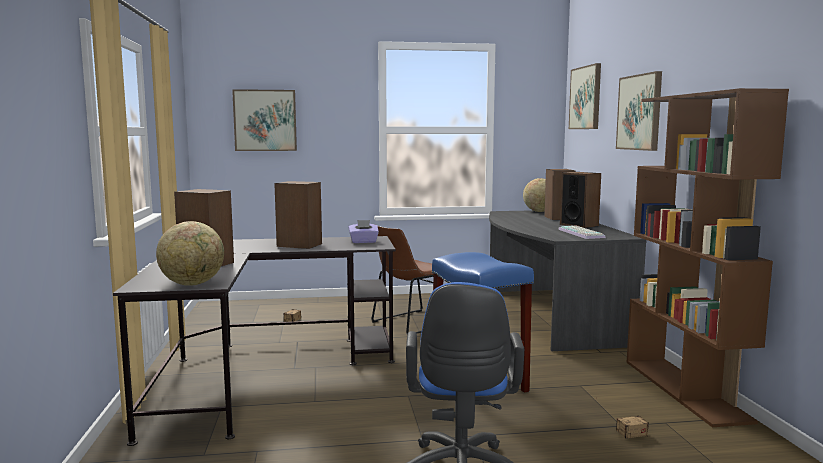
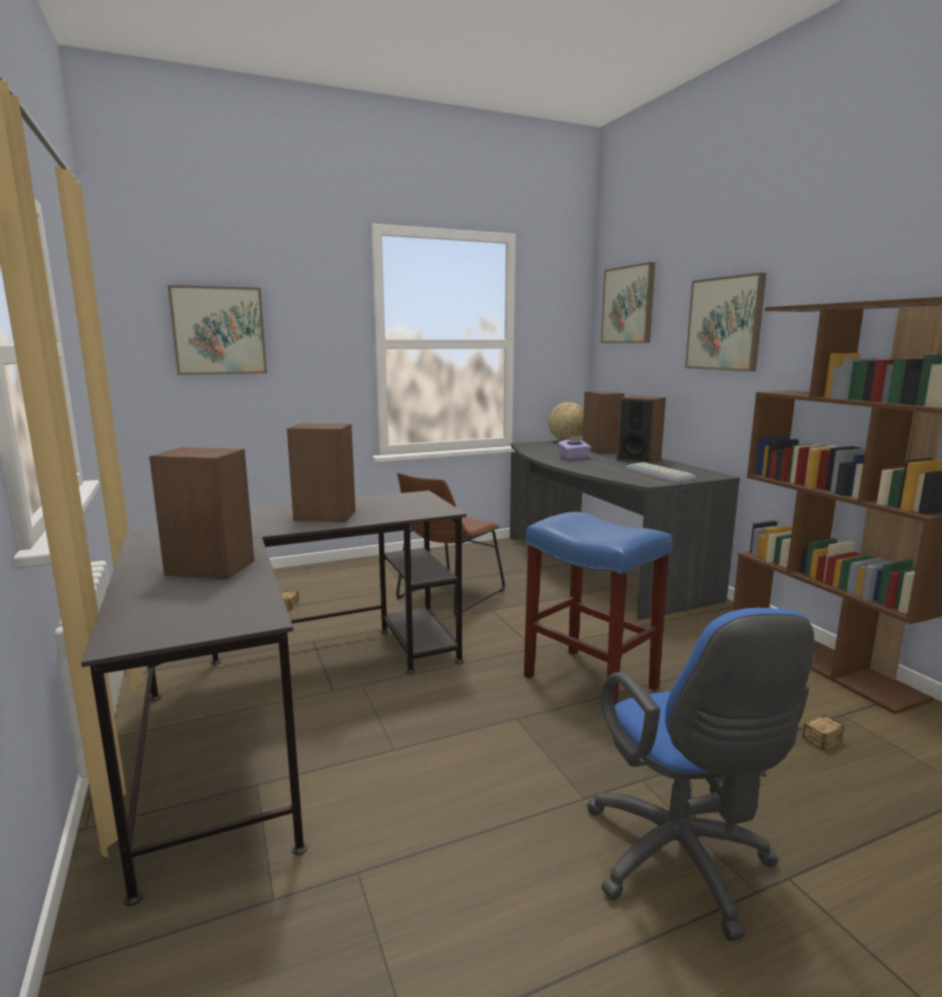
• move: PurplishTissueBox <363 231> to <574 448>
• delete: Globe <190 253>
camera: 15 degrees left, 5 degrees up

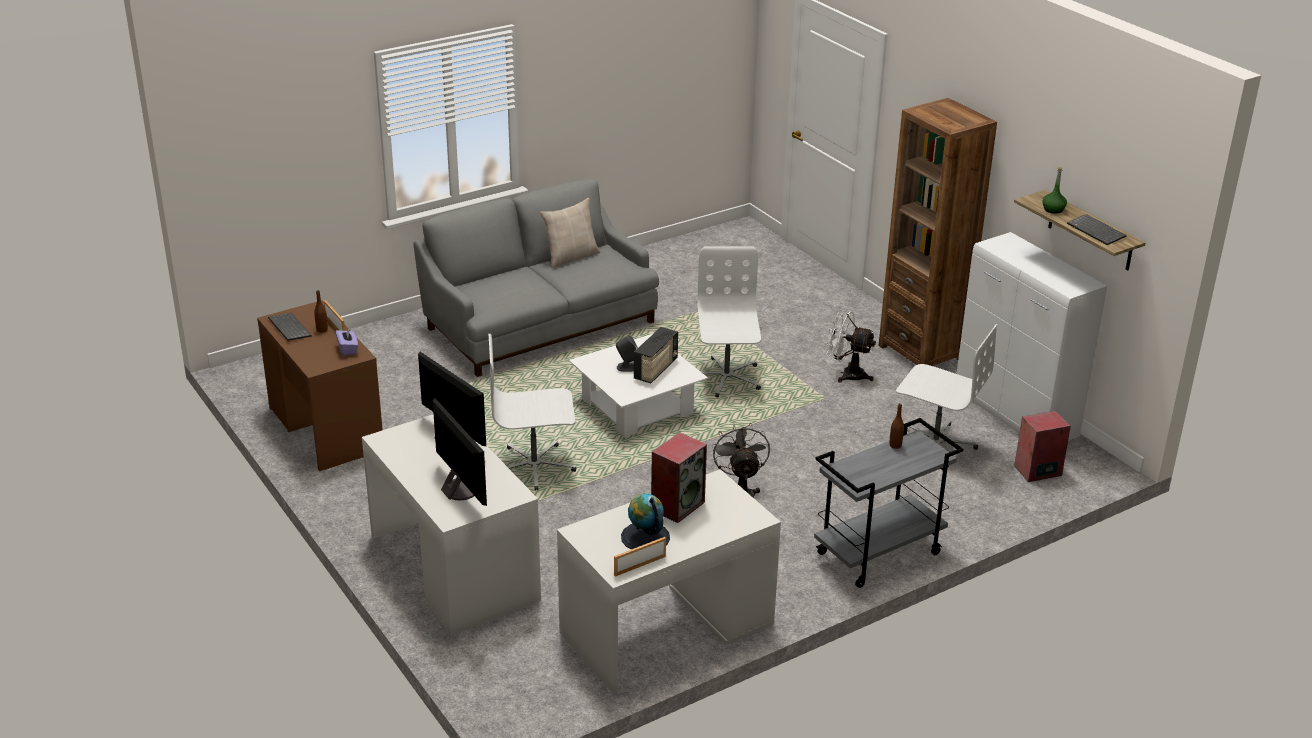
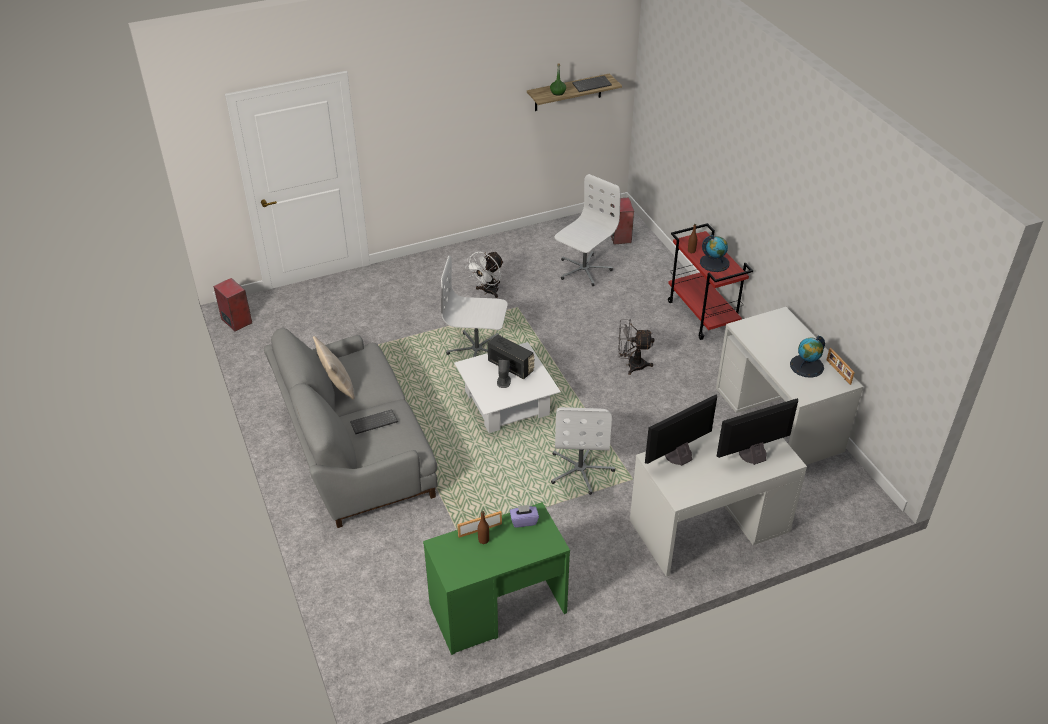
• delete: BrownShelvingUnit <938 232>
• delete: WhiteColouredCupboard <1031 336>
• recolor: BrownDeskTable <320 385> to GreenishDeskTable <496 578>
• move: Keyboard <289 327> to <374 421>
• recolor: GrayWheeledCart <888 503> to RedWheeledCart <710 281>
• move: AudioSpeaker <679 477> to <232 304>
• insert: Globe <715 253>
camera: 80 degrees left, 10 degrees up

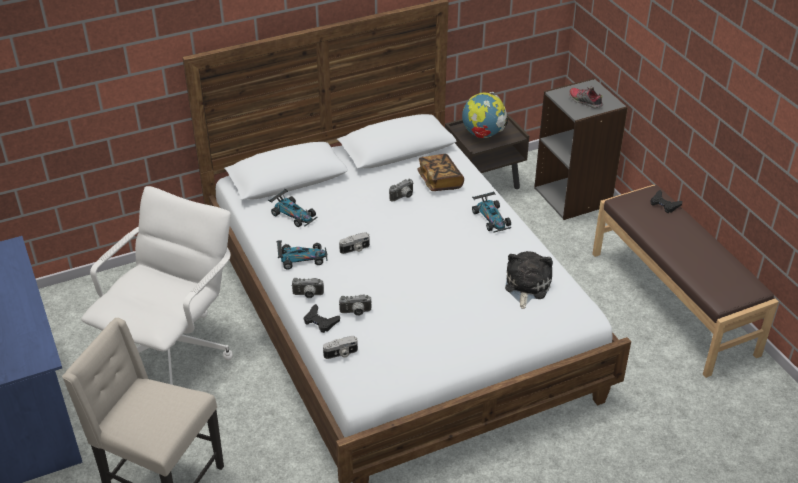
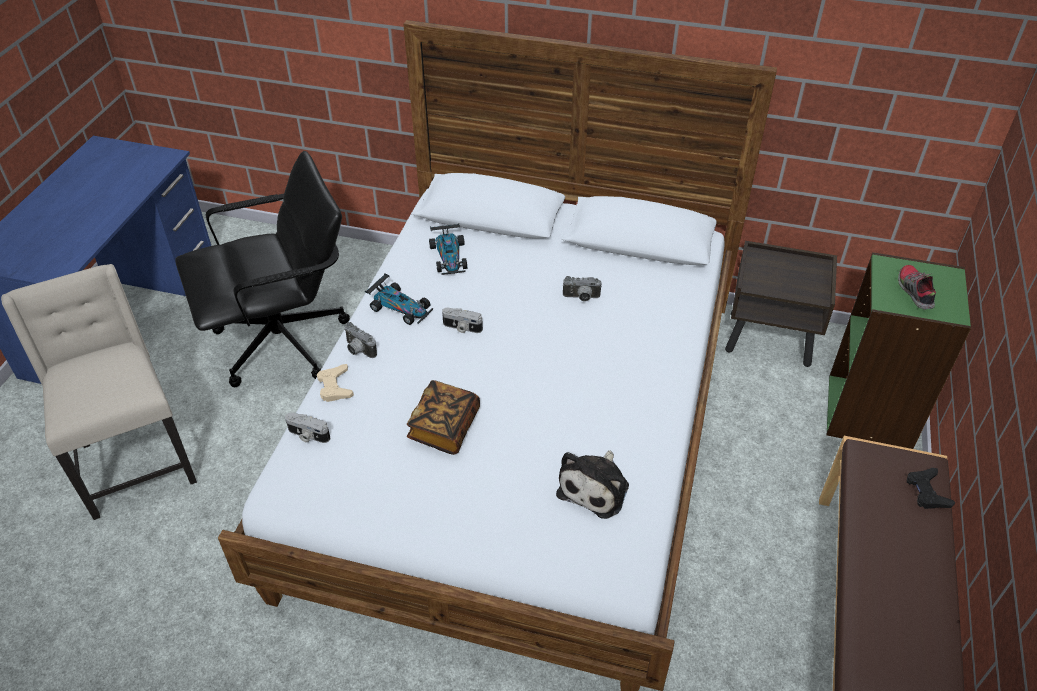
• recolor: GrayShelvingUnit <581 149> to GreenishShelvingUnit <898 350>
• delete: Globe <485 115>
• move: BoundBook <440 172> to <443 417>
• recolor: WhiteColouredDeskChair <157 285> to BlackColouredDeskChair <262 269>
• delete: ModelCar <491 211>
• rotate: CuddlyToy <529 280> = <592 484> 150 degrees clockwise
• delete: PhotoCamera <355 305>
• recolor: BlackColouredJoypad <322 318> to SandColouredJoypad <335 383>
camera: 40 degrees right, 5 degrees up

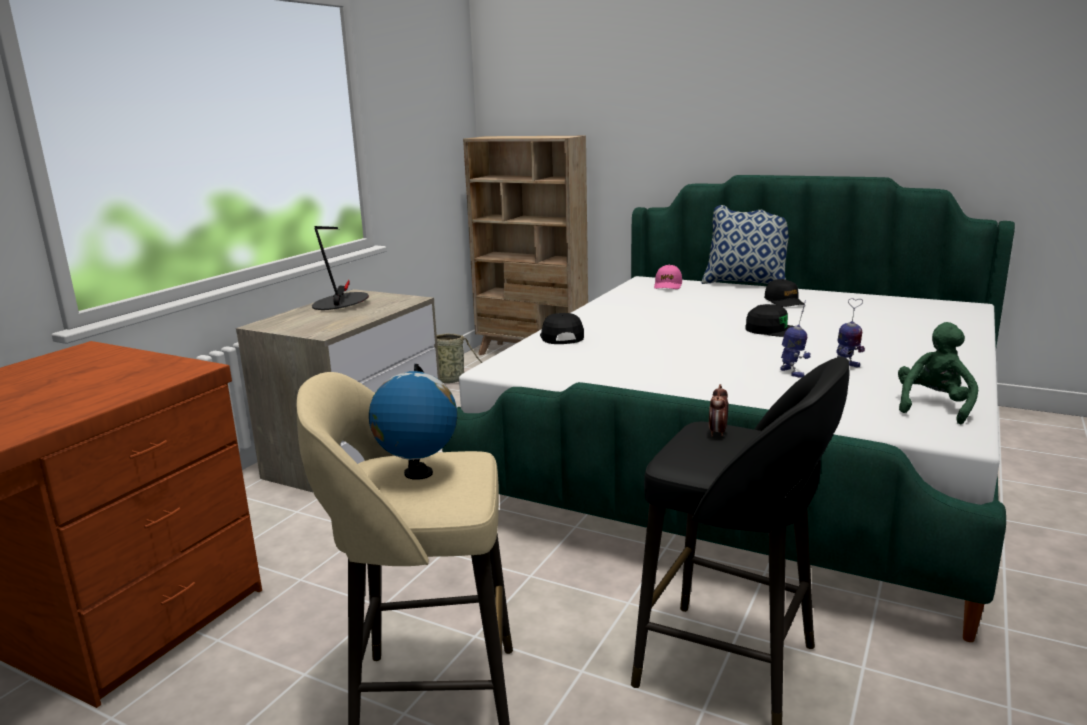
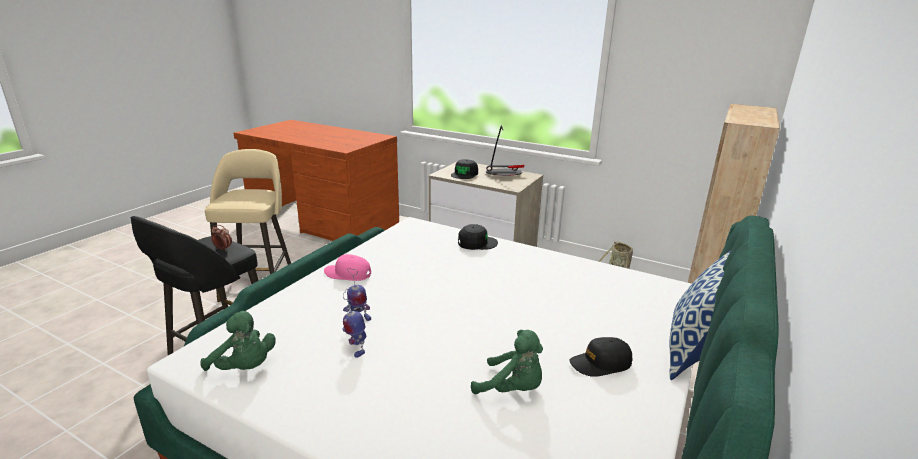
• move: PinkishBaseballCap <668 277> to <347 267>
• move: BlackColouredBaseballCap <769 320> to <464 169>
• delete: Globe <413 422>
• insert: GreenishCuddlyToy <507 362>
camera: 90 degrees right, 5 degrees up

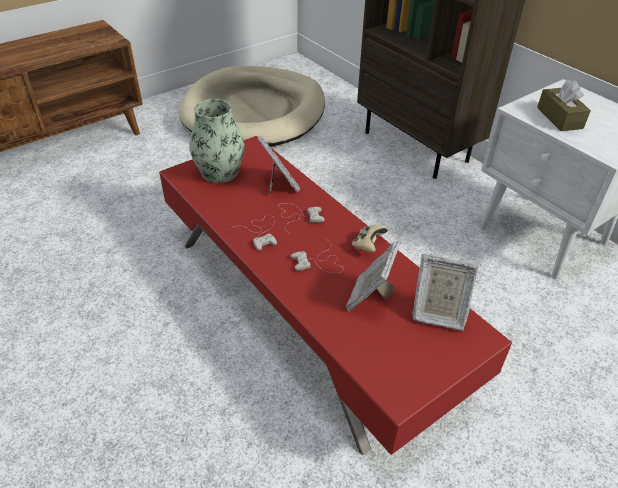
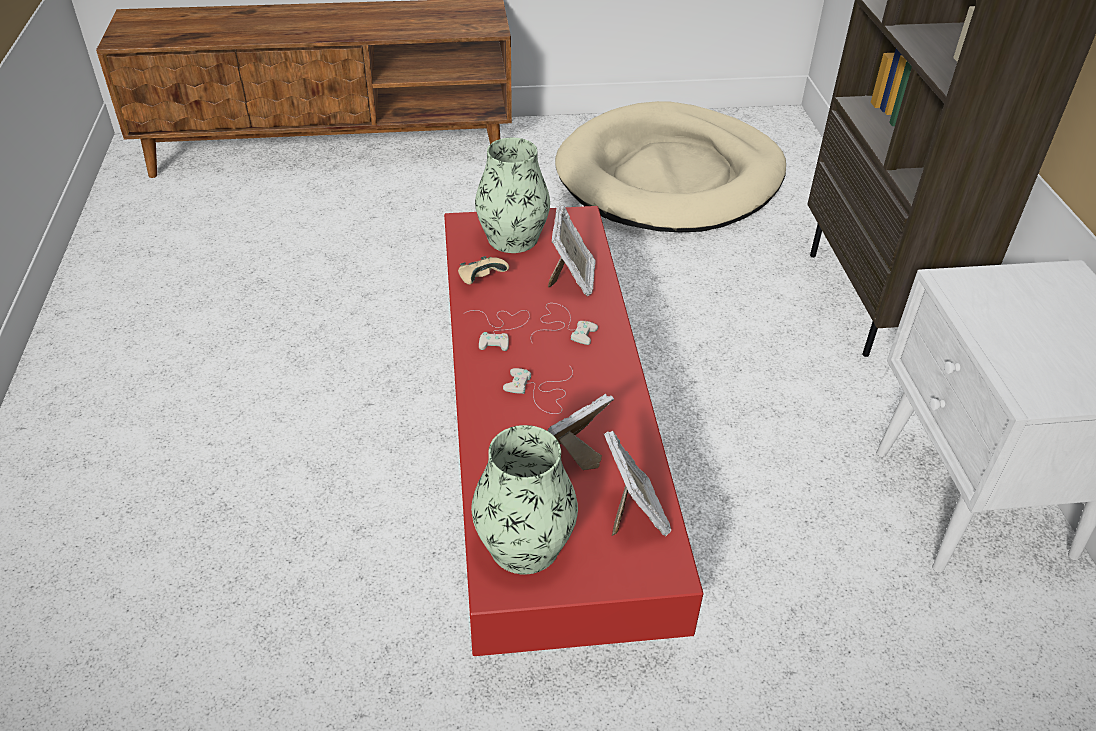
• delete: BrownTissueBox <564 105>
• move: SandColouredJoypad <370 239> to <483 270>
• rotate: StandingFrame <445 292> = <637 484> 150 degrees counterclockwise
• insert: FlowerVase <524 499>
camera: 30 degrees right, 0 degrees up

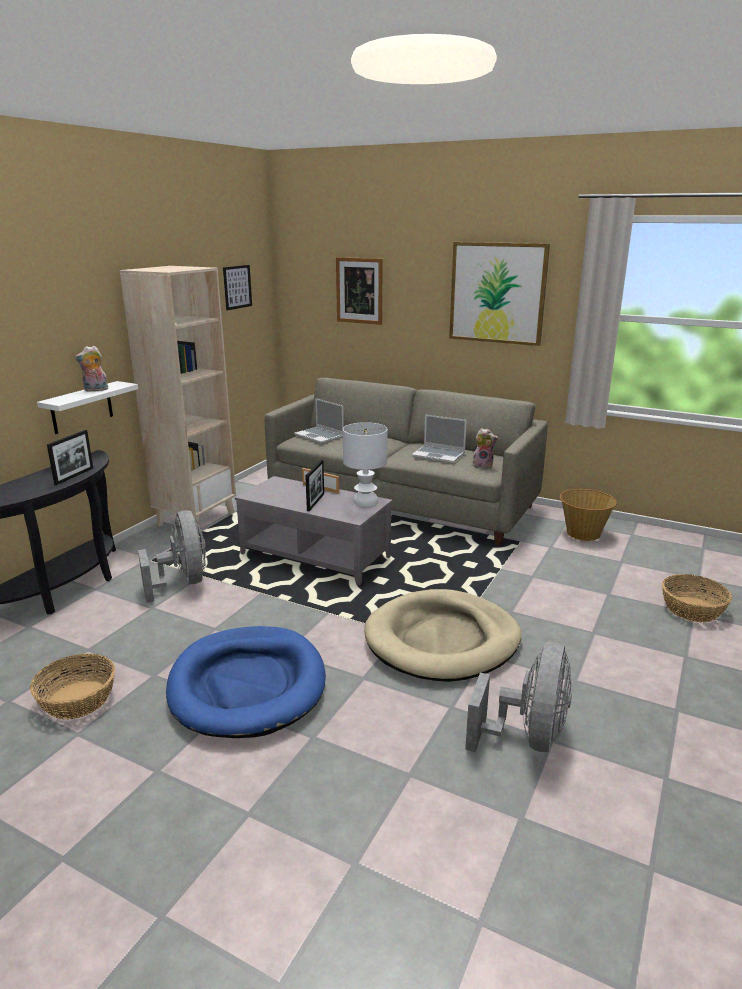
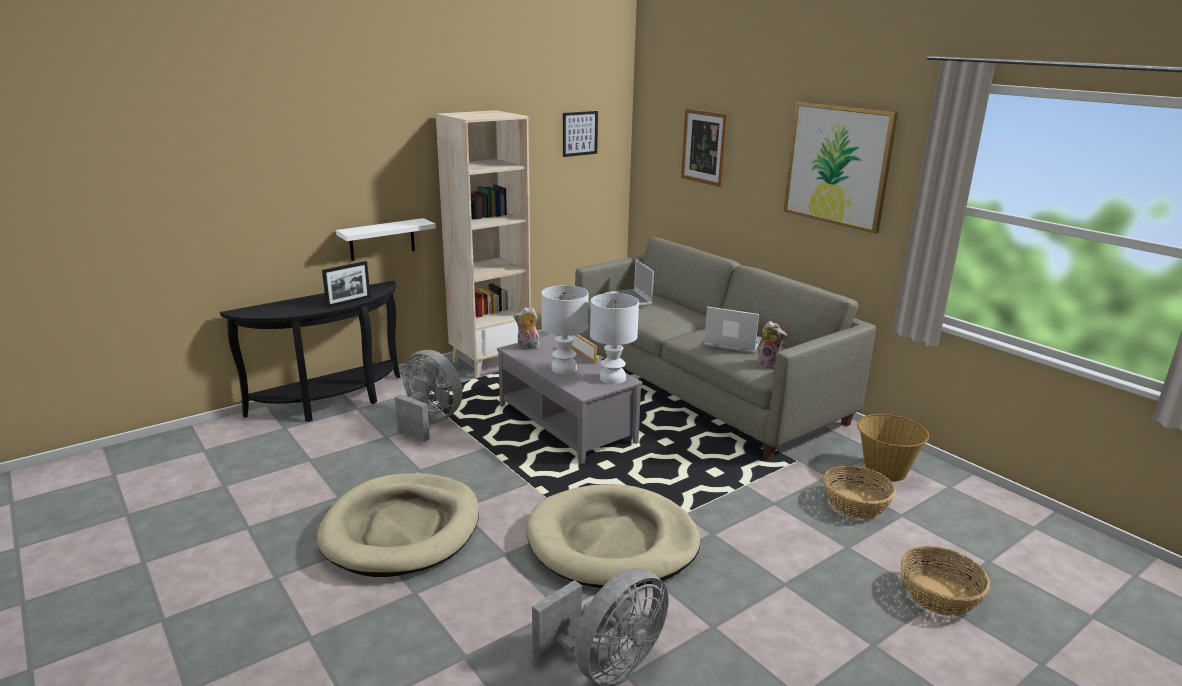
• move: CuddlyToy <91 369> to <527 328>
• rotate: Laptop <439 439> = <733 330> 150 degrees clockwise
• replace: StandingFrame <314 485> to WhiteColouredLampForATable <565 329>
• rotate: GrayCoolingFan <172 556> = <429 396> 60 degrees counterclockwise
• recolor: BluishDogBed <246 682> to SandColouredDogBed <398 525>
• move: Basket <72 686> to <859 492>
camera: 25 degrees right, 0 degrees up

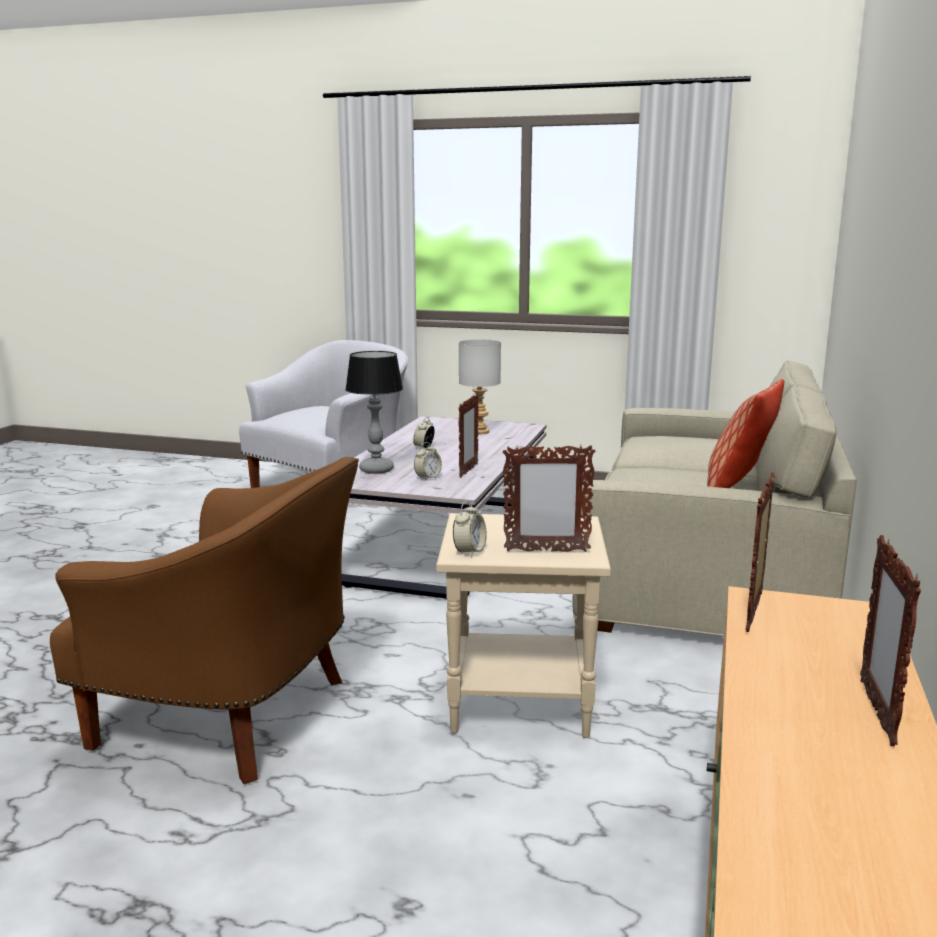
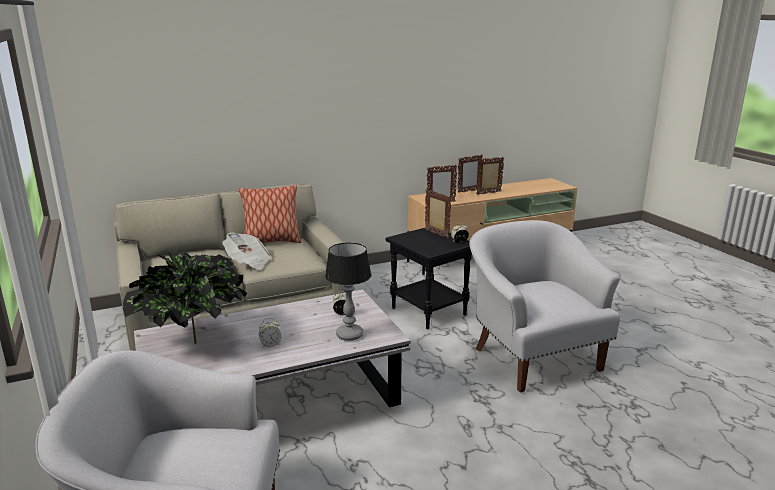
• replace: GrayLampForATable <480 386> to PlantInAPot <185 298>
• move: StandingFrame <468 435> to <490 176>
• recolor: BrownLoungeChair <204 620> to WhiteColouredLoungeChair <544 306>
• recolor: SandColouredEndTable <523 625> to BlackColouredEndTable <429 278>
• insert: DailyPaper <247 251>
camera: 130 degrees left, 5 degrees up

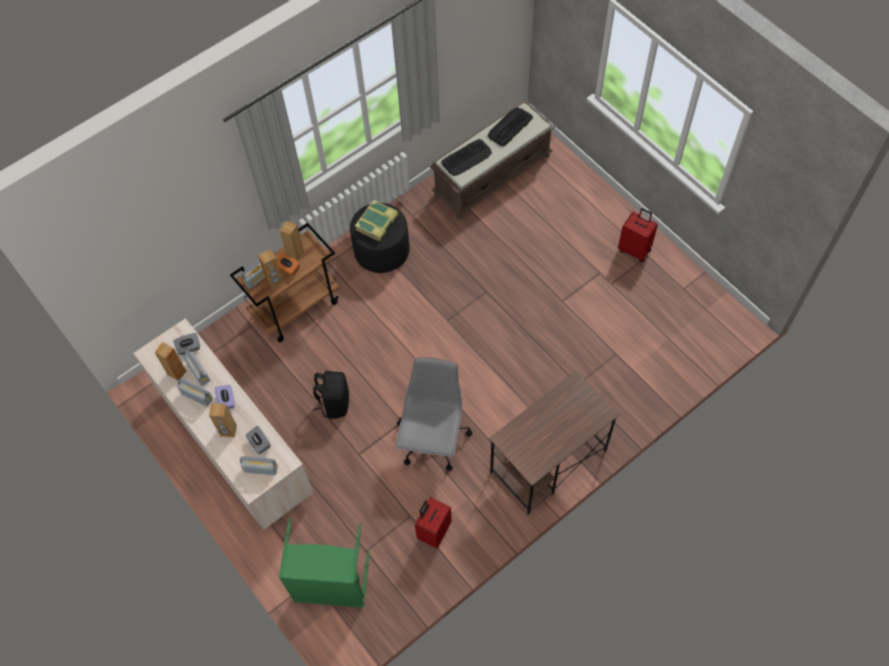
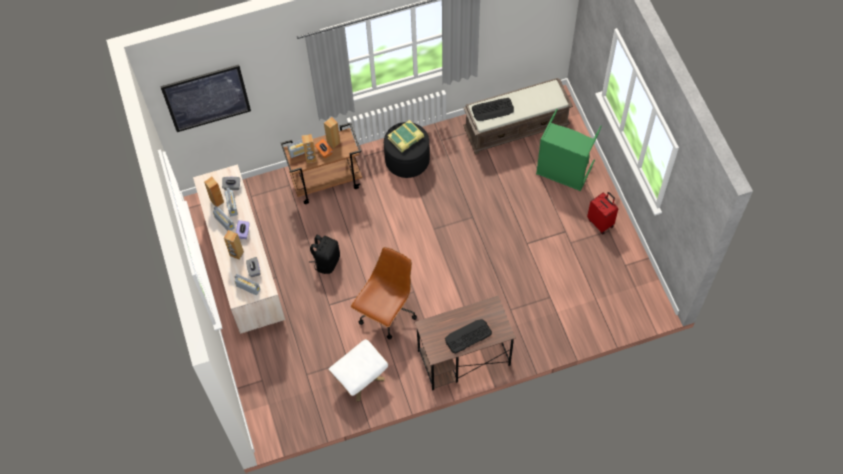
• move: Keyboard <510 126> to <468 336>
• recolor: GrayDeskChair <434 414> to BrownDeskChair <384 293>
• replace: RedPieceOfLuggage <433 523> to WhiteColouredOttoman <358 370>
• move: GreenishWashingBasket <324 563> to <569 150>
• insert: WallPicture <205 98>
camera: 20 degrees right, 0 degrees up

